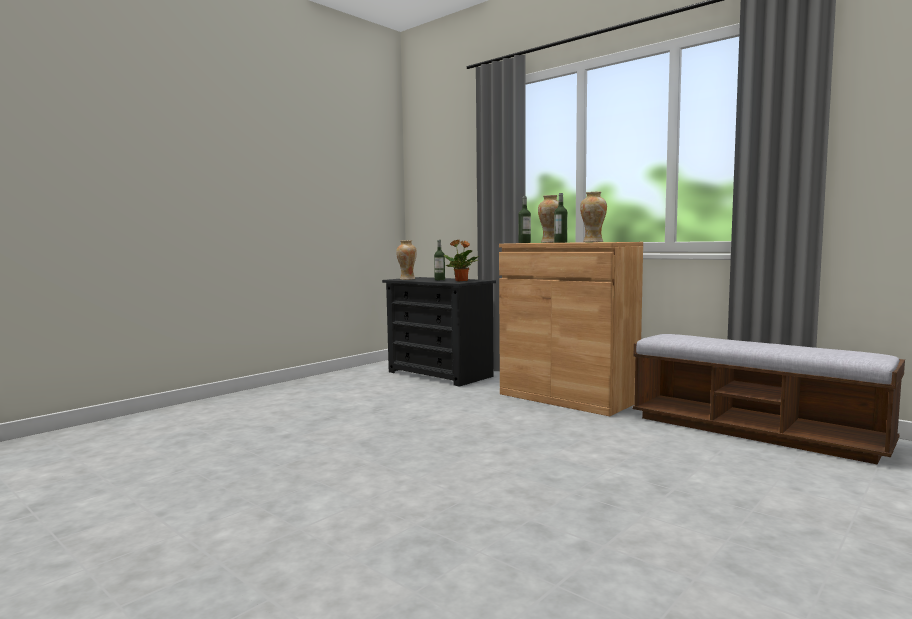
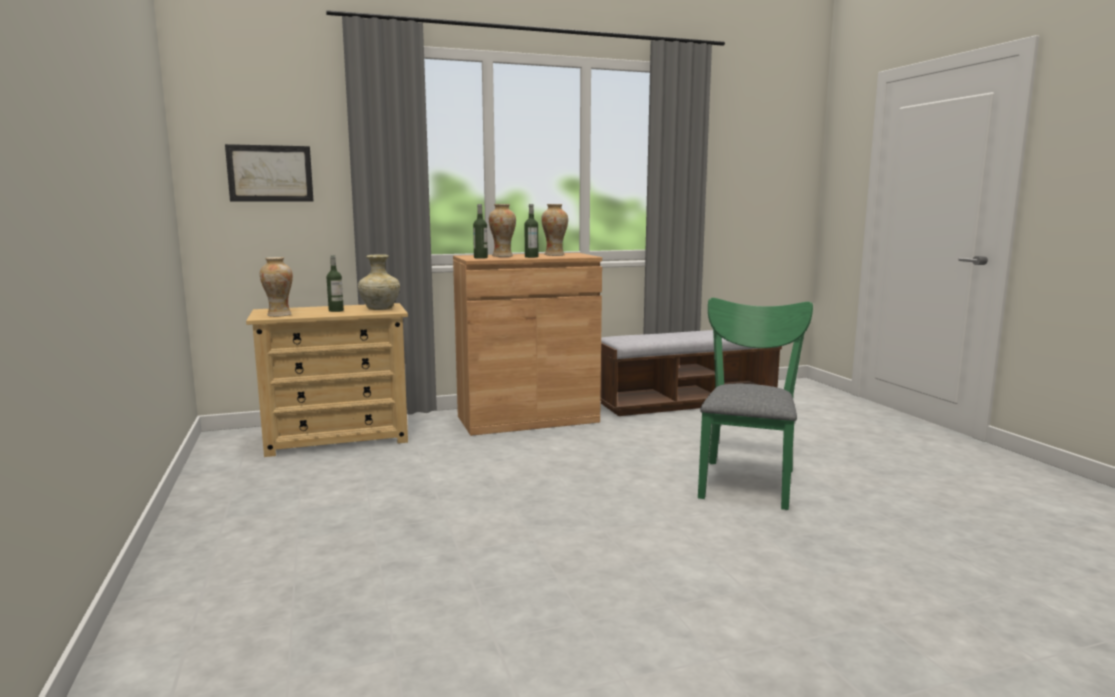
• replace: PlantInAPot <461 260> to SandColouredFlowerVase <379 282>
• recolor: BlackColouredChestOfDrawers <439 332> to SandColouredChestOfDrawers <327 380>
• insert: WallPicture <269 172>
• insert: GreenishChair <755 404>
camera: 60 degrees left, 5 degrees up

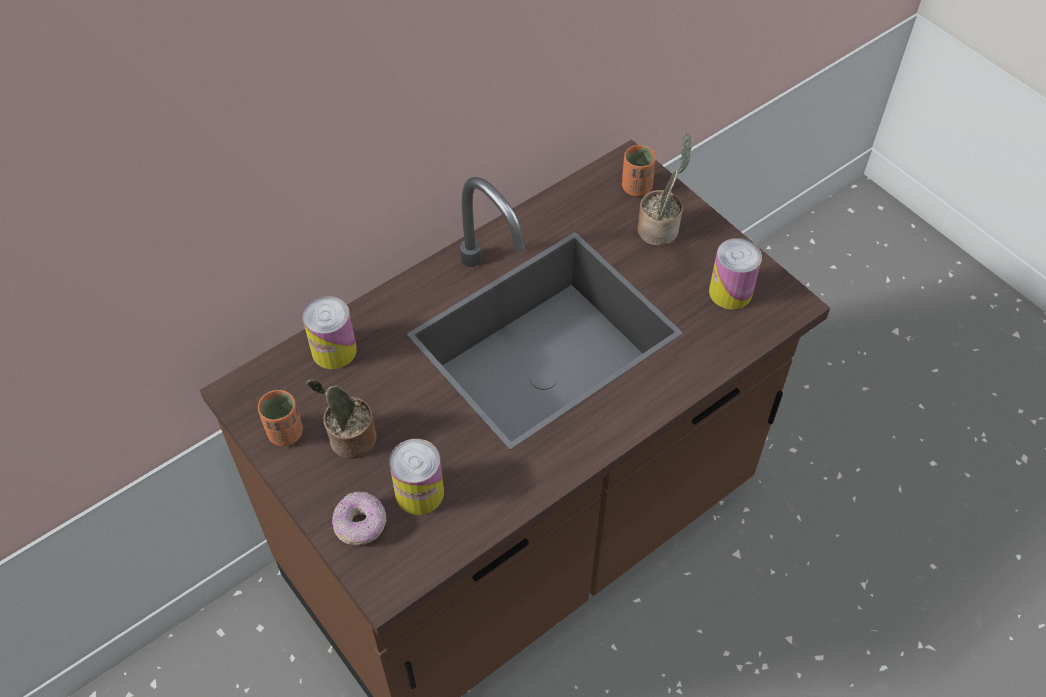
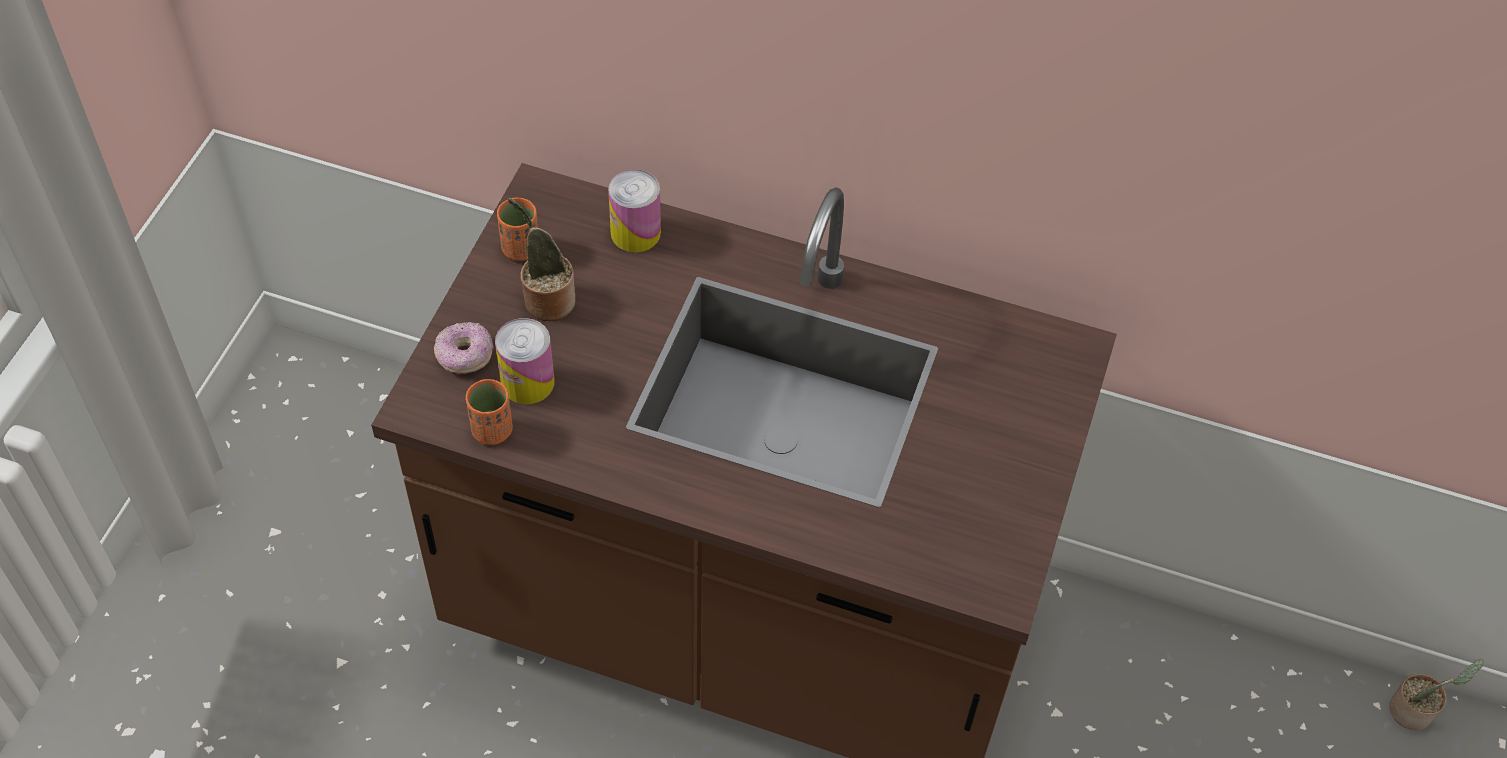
• move: PlantInAPot <664 189> to <1436 694>
• move: OrangeColouredDrinkingCup <639 170> to <489 412>
• delete: Can <735 274>
camera: 55 degrees right, 0 degrees up

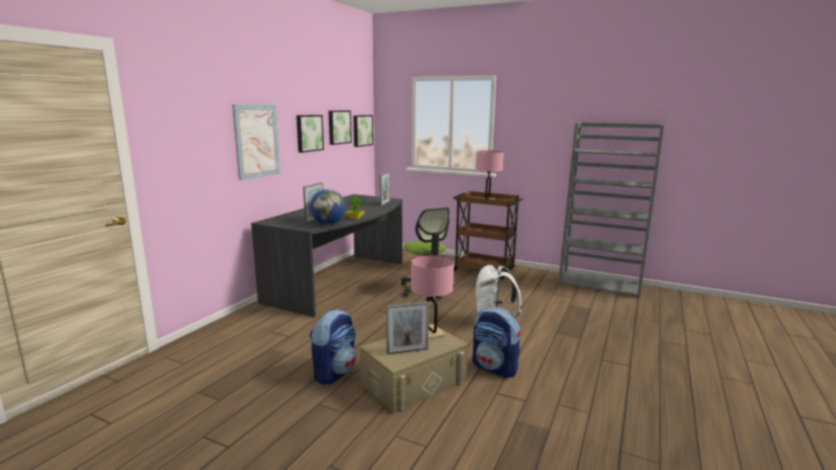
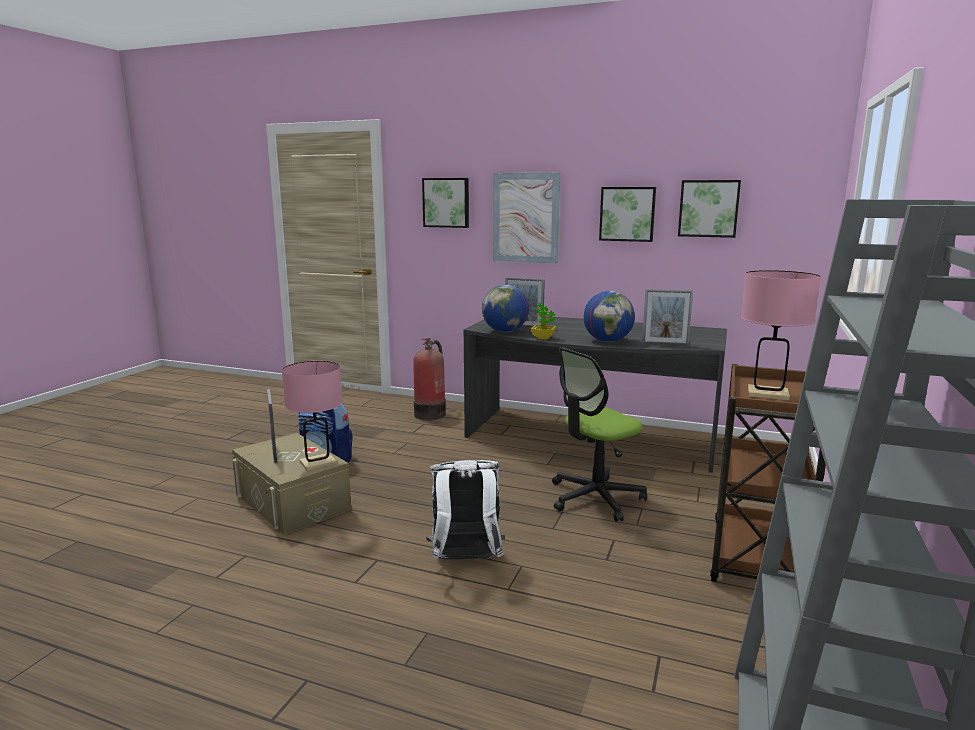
• move: WallPicture <363 131> to <445 203>
• delete: Backpack <496 342>
• insert: Globe <609 316>
• insert: FireExtinguisher <430 379>
camera: 85 degrees right, 0 degrees up

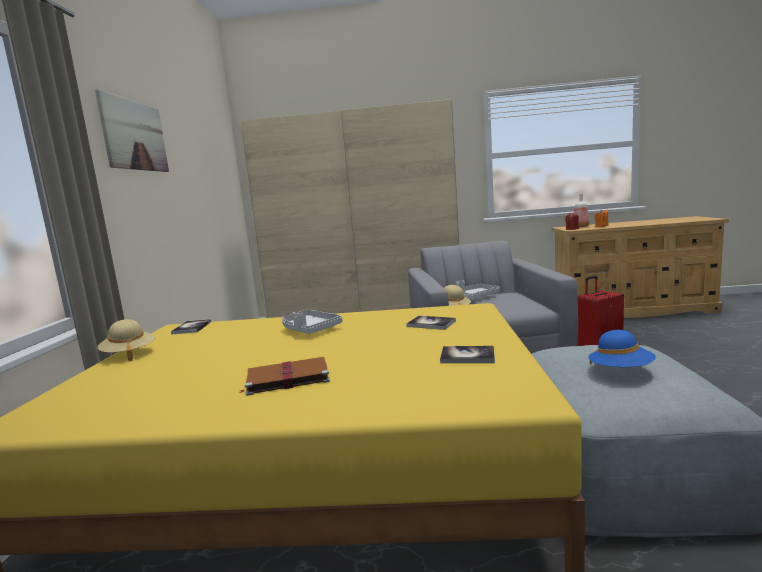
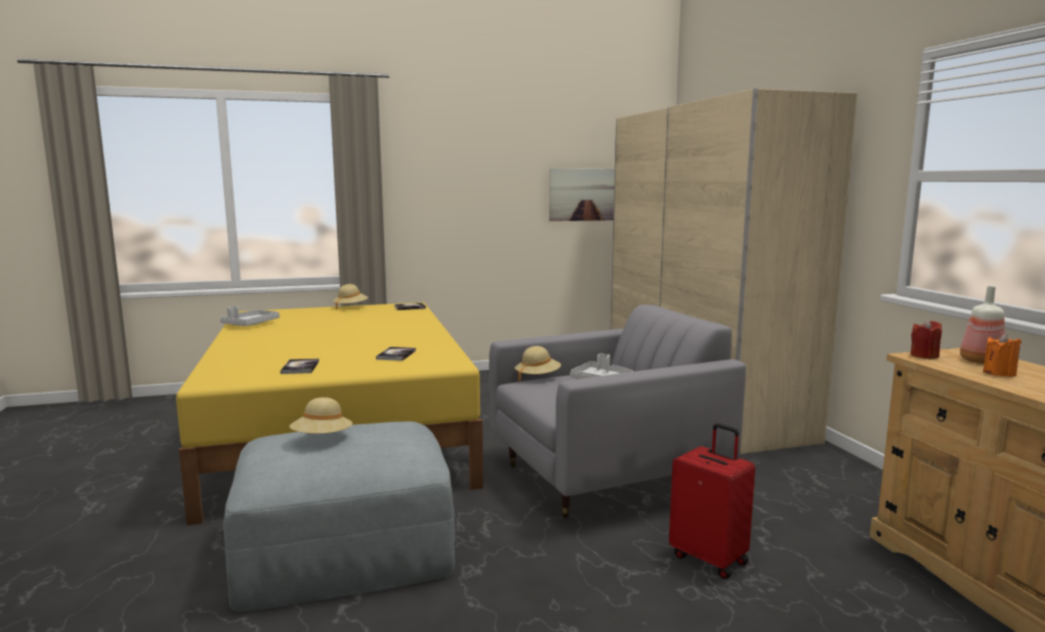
• move: WallPicture <132 130> to <582 194>
• move: GrayCarryingTray <312 321> to <250 316>
• recolor: BluishHat <622 348> to SandColouredHat <321 415>
• delete: BrownBoundBook <284 376>
camera: 70 degrees right, 0 degrees up

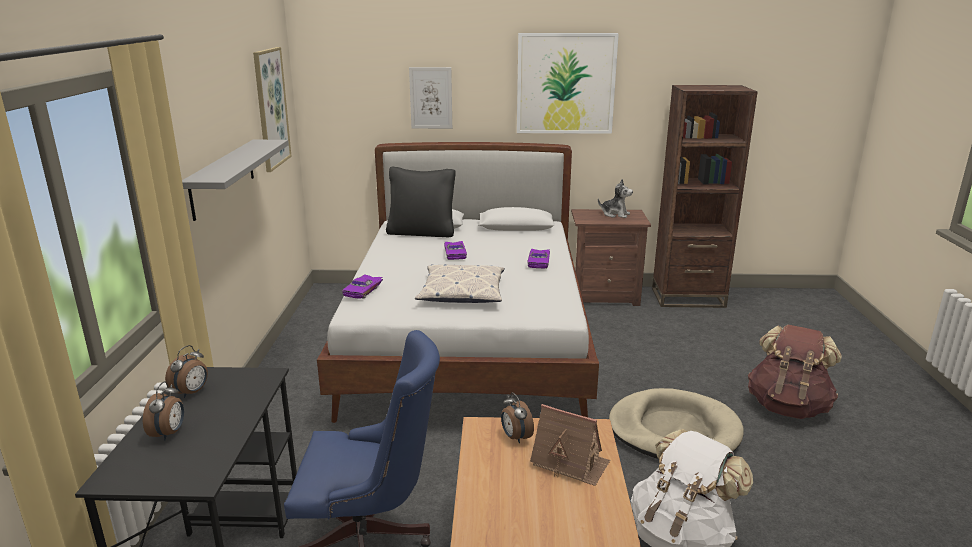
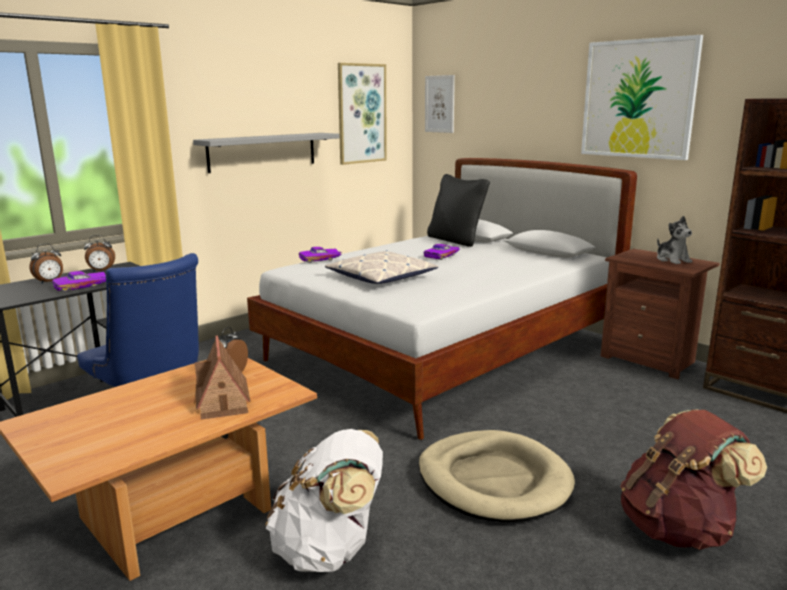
• move: WallPicture <430 98> to <440 104>
• move: PurplishModelCar <539 258> to <79 281>
camera: 45 degrees right, 5 degrees down

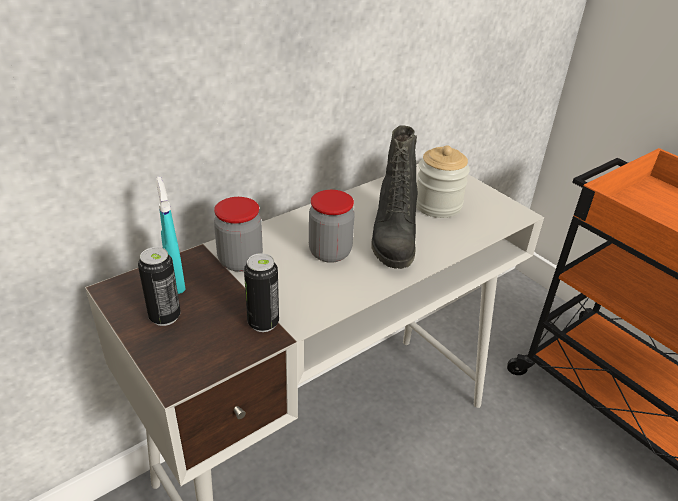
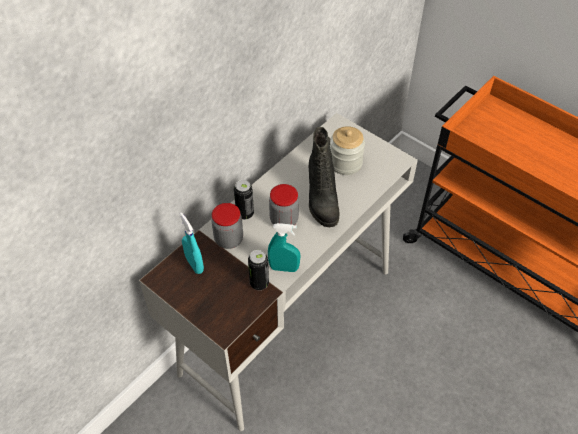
• move: Can <159 286> to <244 200>
• insert: BlueGreenSprayer <284 247>
camera: 10 degrees left, 15 degrees up

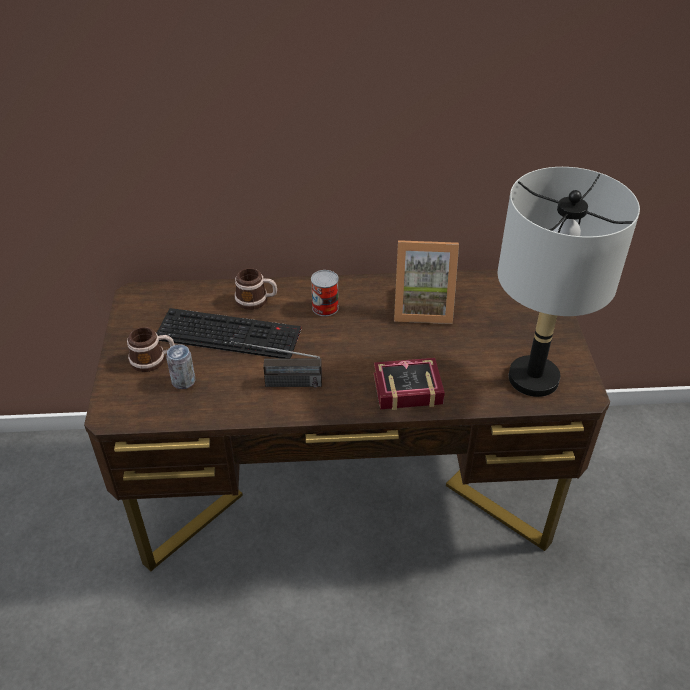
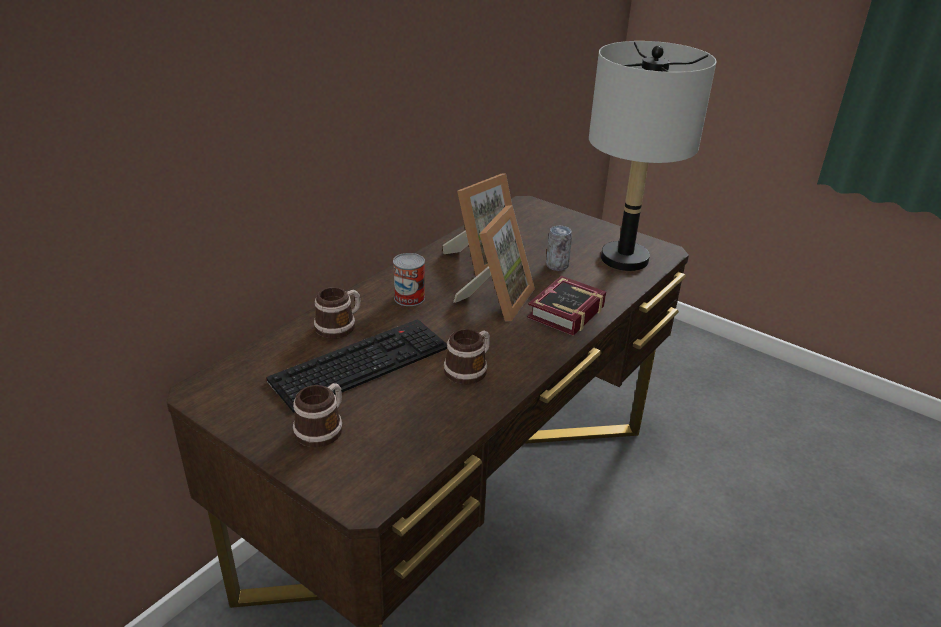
• replace: RadioReceiver <276 364> to TeaMug <467 357>
• move: Can <181 366> to <559 248>
• insert: StandingFrame <494 263>
camera: 50 degrees left, 10 degrees down

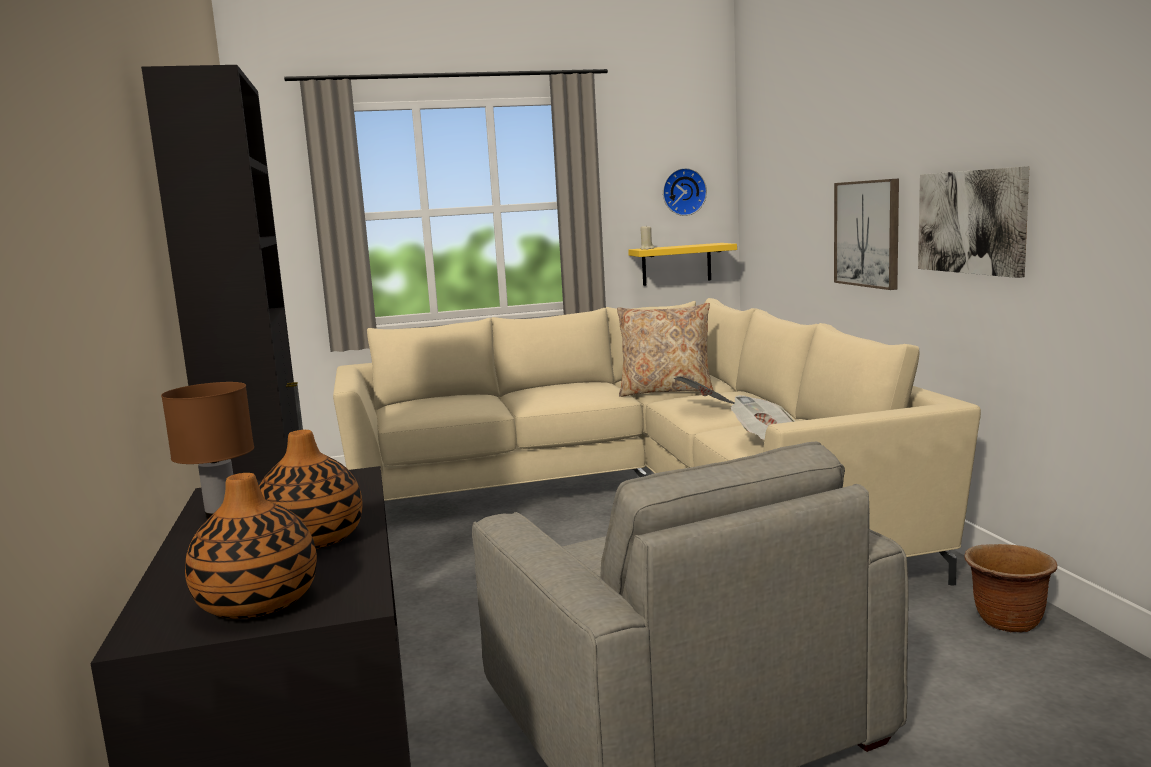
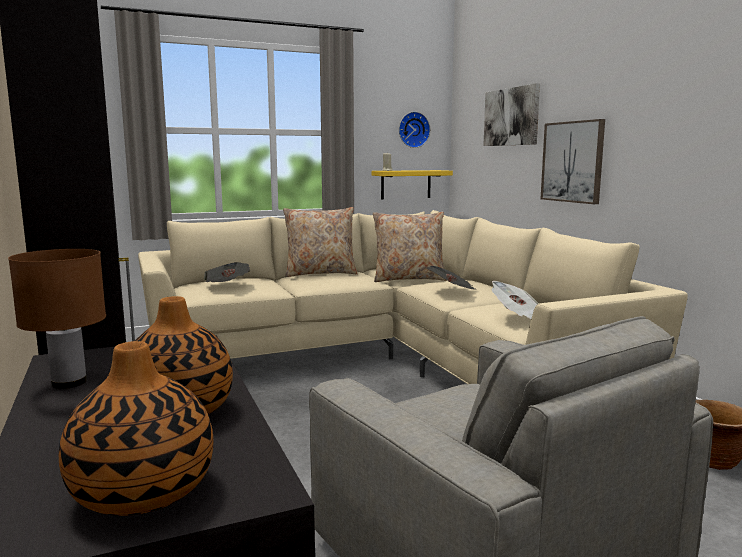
• move: WallPicture <974 222> to <511 114>
• insert: SandColouredPillow <320 242>
• insert: DailyPaper <227 272>
camera: 10 degrees left, 0 degrees up

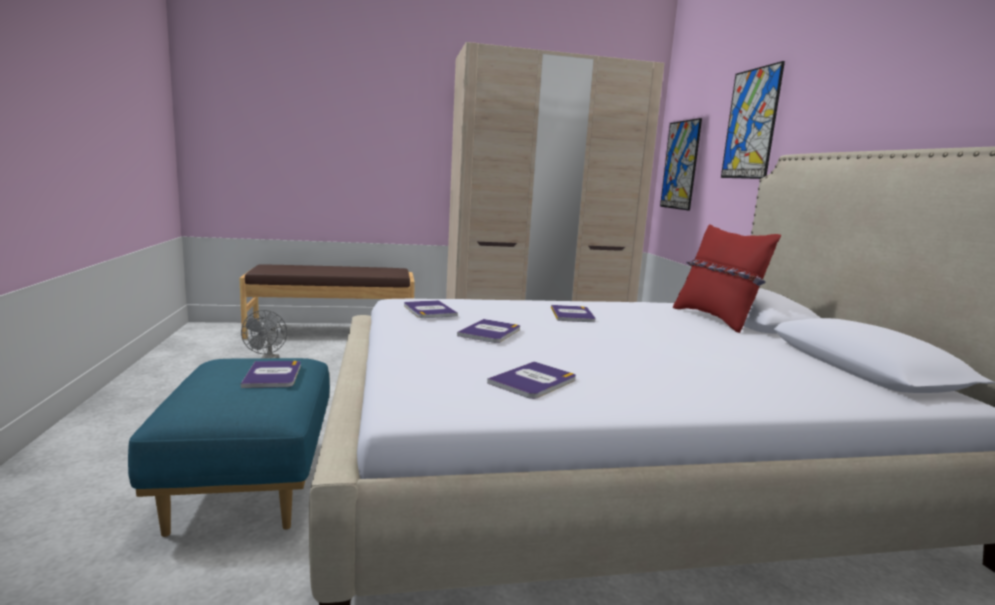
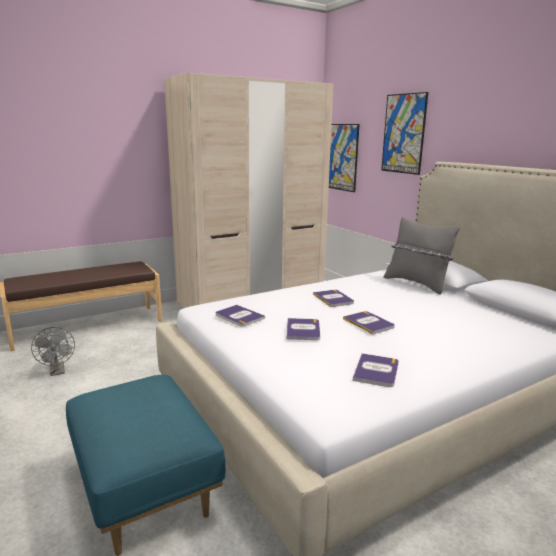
• recolor: RedPillow <727 278> to GrayPillow <421 256>
• move: BoundBook <271 374> to <369 322>
camera: 20 degrees left, 5 degrees up

